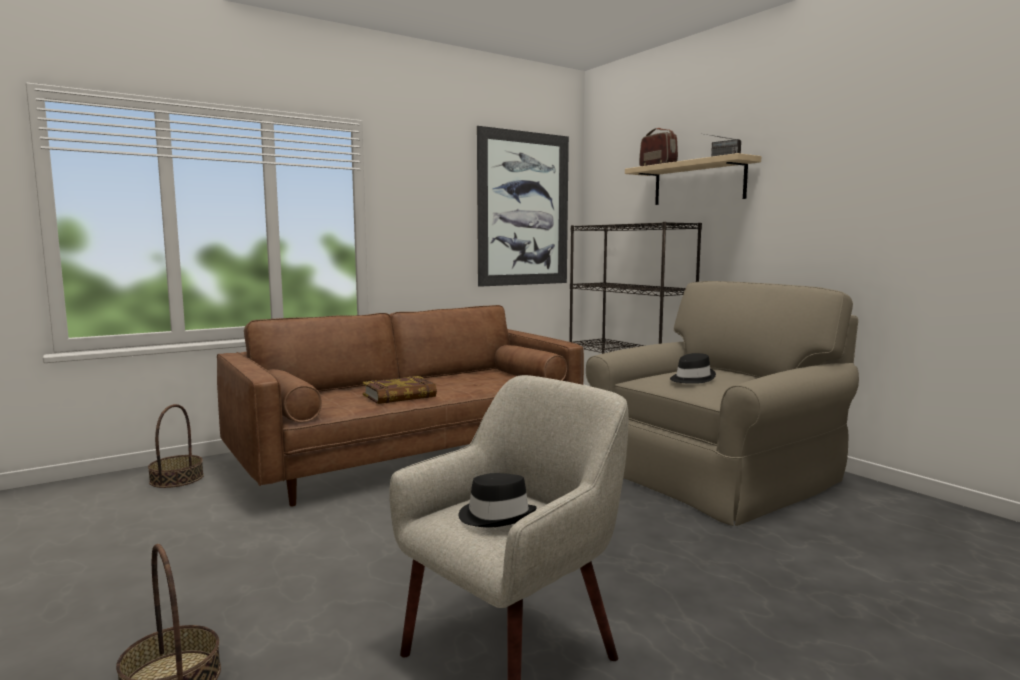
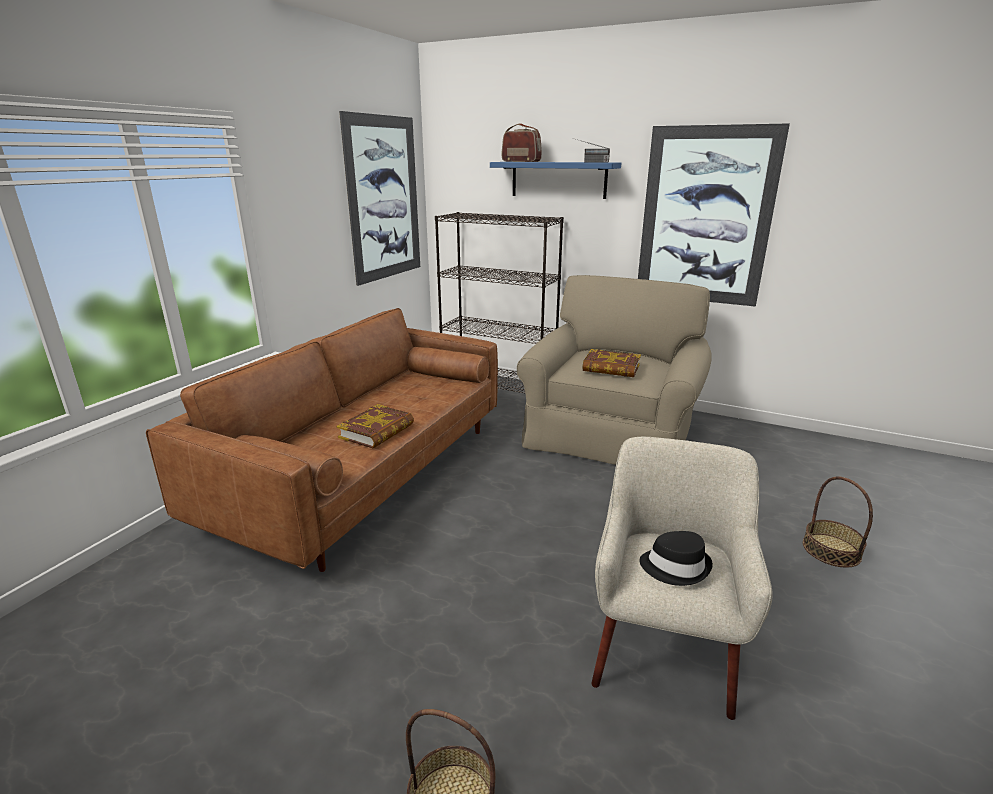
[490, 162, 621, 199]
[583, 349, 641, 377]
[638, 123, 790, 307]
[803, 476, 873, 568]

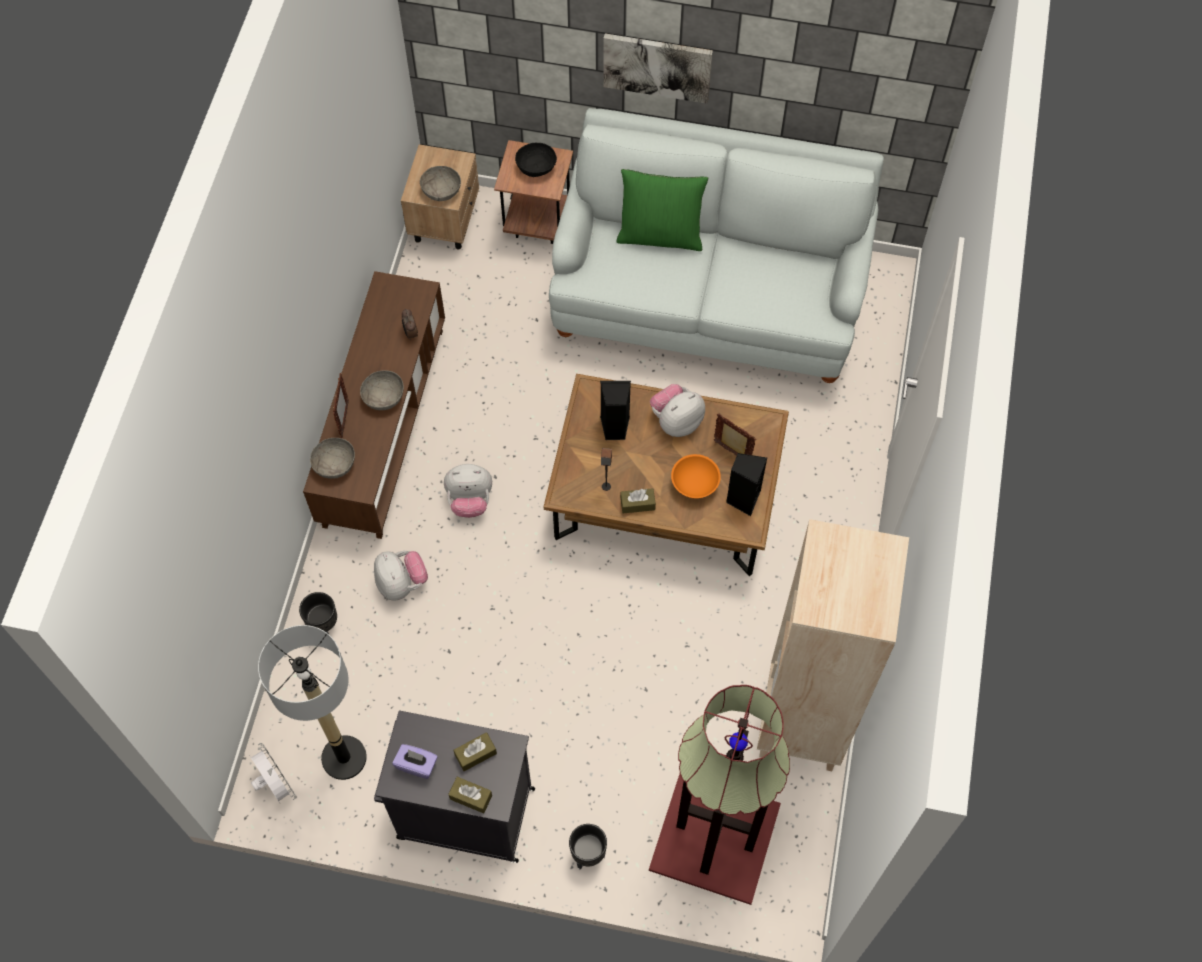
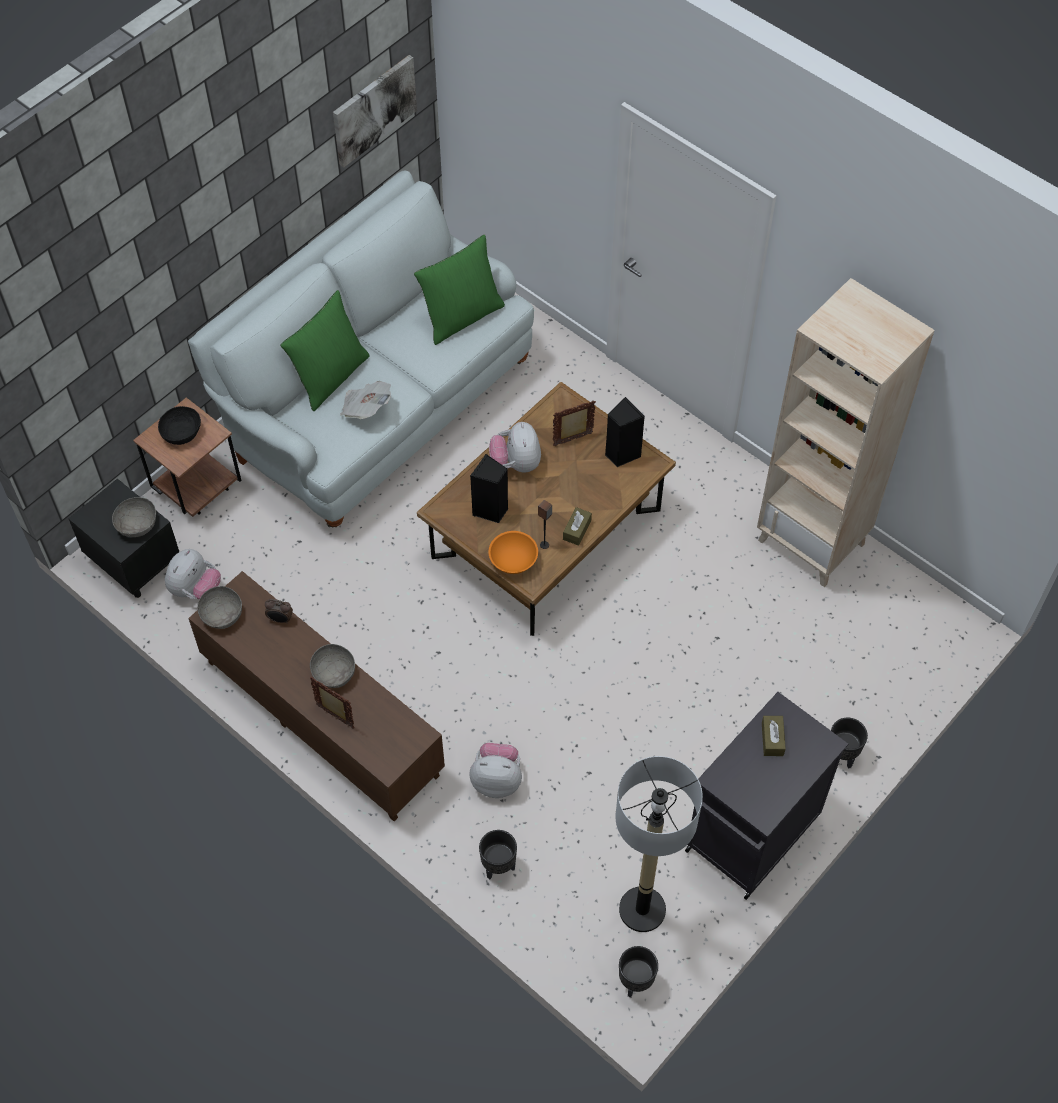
[68, 479, 179, 598]
[165, 549, 221, 599]
[197, 586, 242, 629]
[333, 55, 417, 168]
[340, 381, 391, 419]
[414, 234, 505, 345]
[489, 531, 538, 574]
[619, 946, 658, 998]
[392, 744, 438, 779] (first image)
[448, 777, 492, 813] (first image)
[649, 685, 790, 905] (first image)

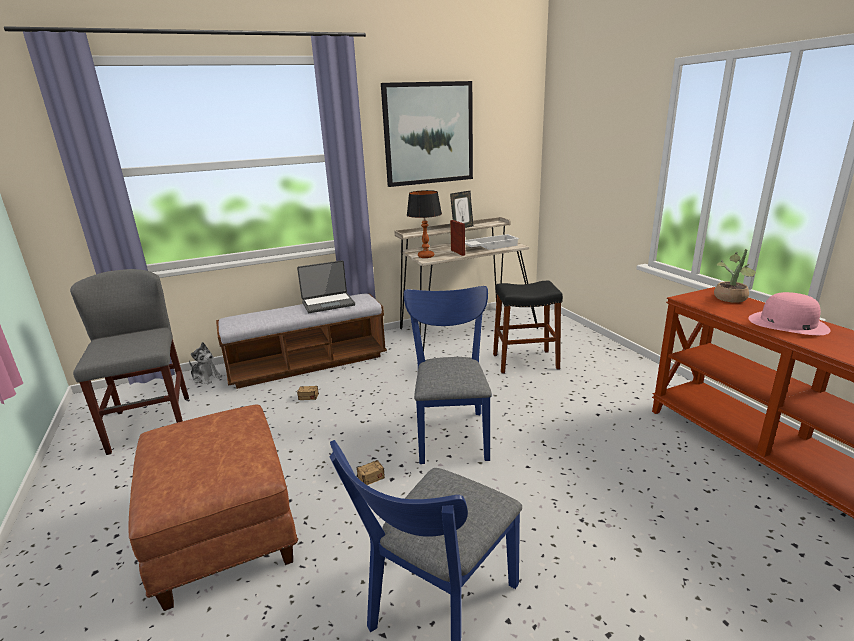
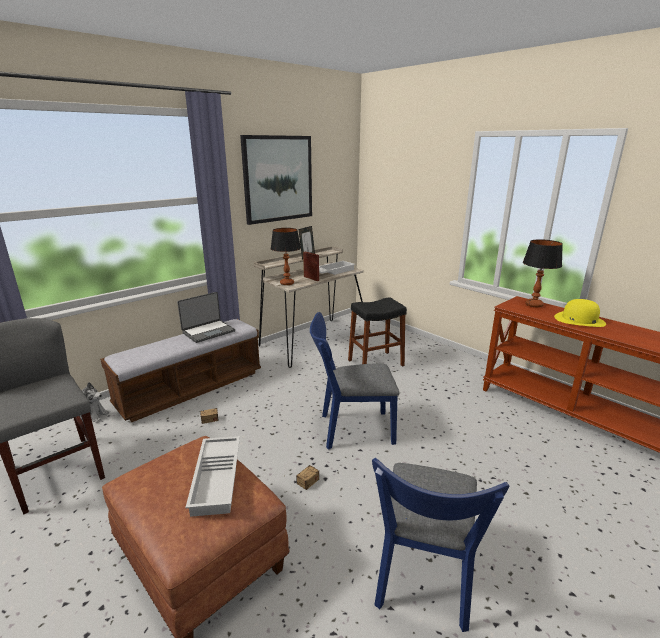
[185, 436, 240, 517]
[310, 312, 399, 450]
[523, 239, 563, 307]
[554, 299, 606, 327]

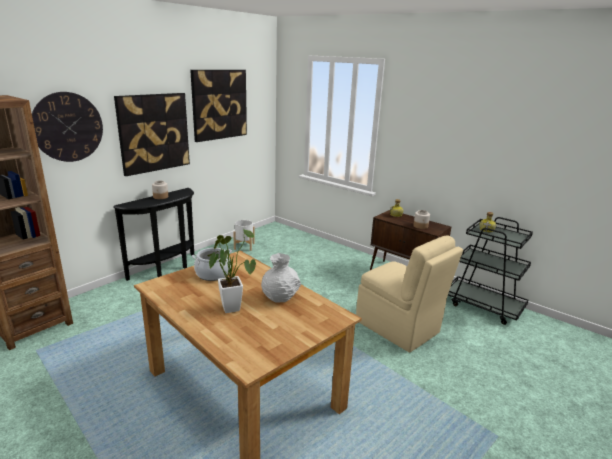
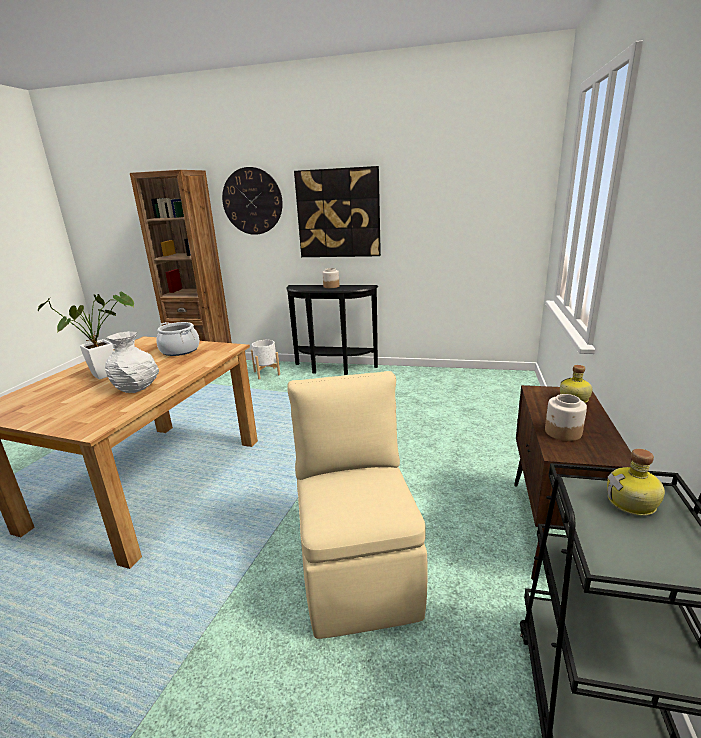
[251, 340, 280, 379]
[287, 371, 427, 639]
[190, 70, 247, 142] (first image)

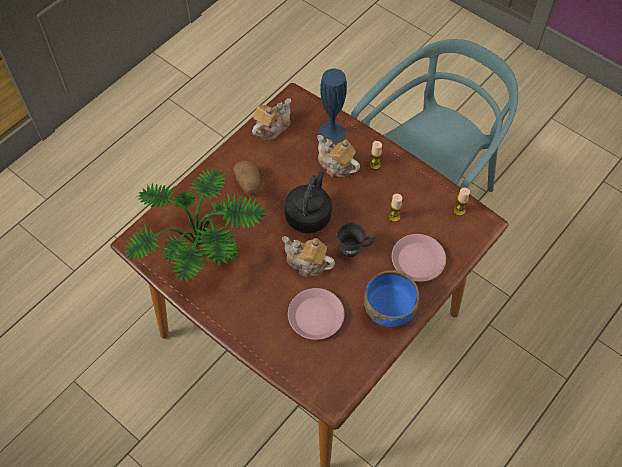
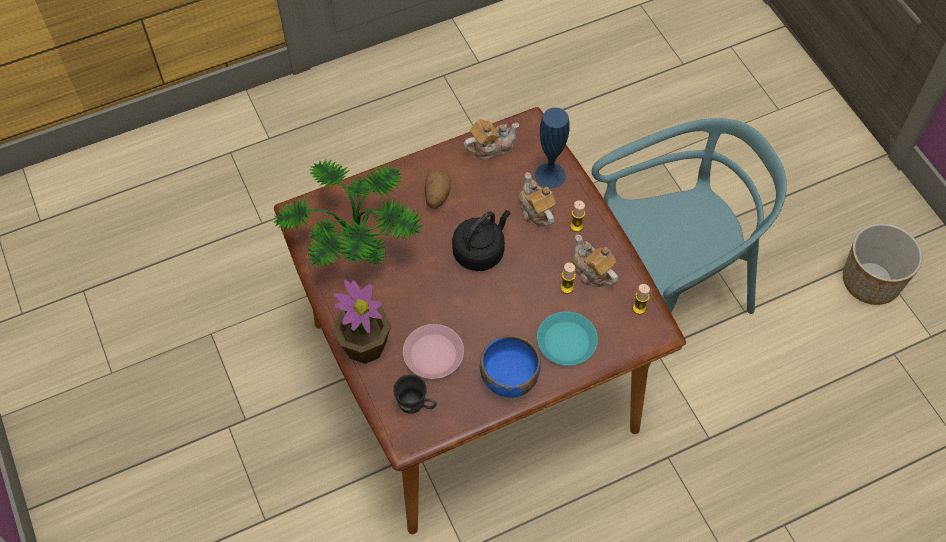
[332, 279, 391, 364]
[393, 375, 437, 414]
[537, 311, 598, 366]
[573, 235, 618, 287]
[843, 223, 923, 305]

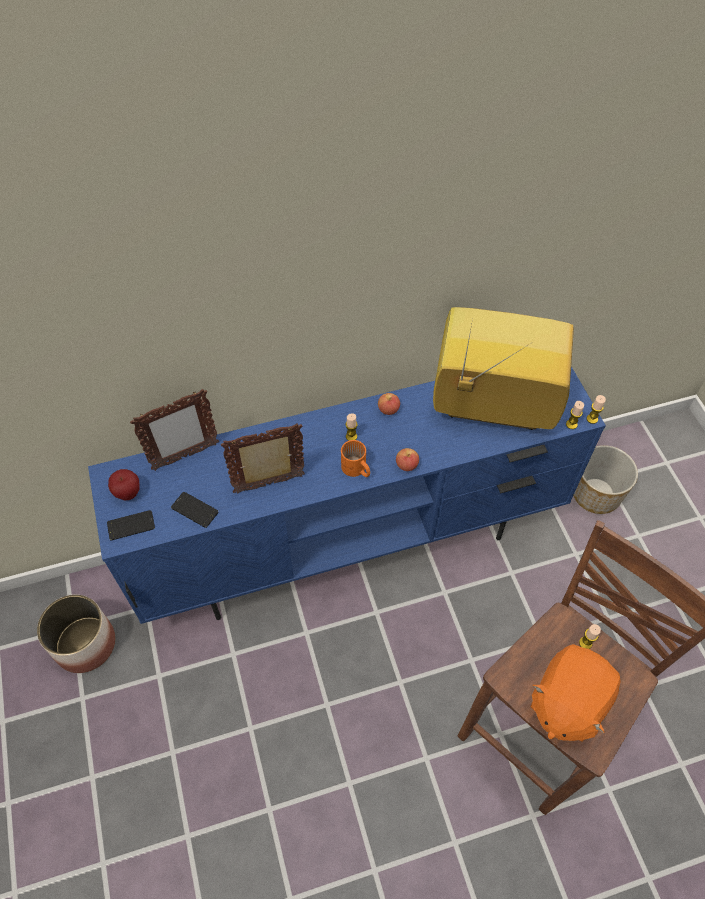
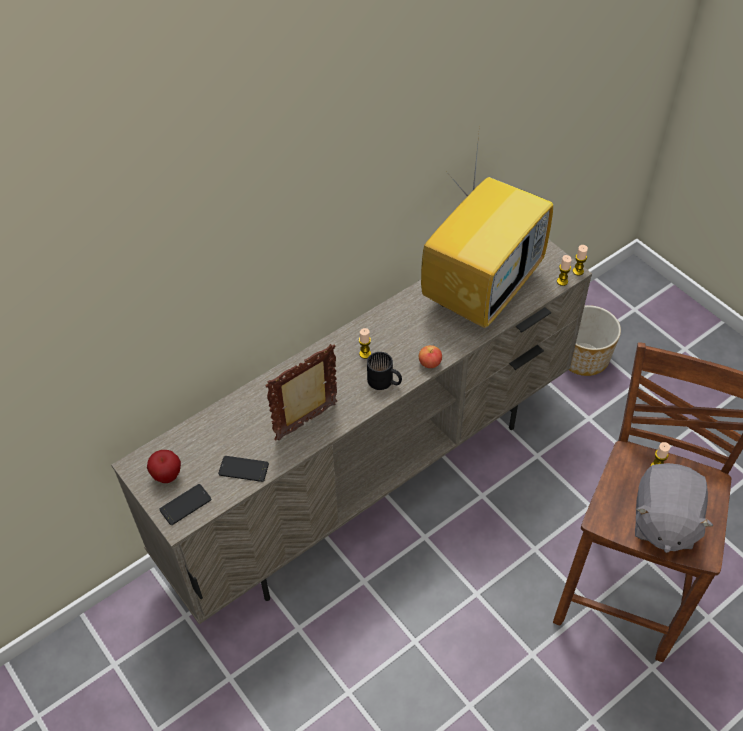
[111, 239, 592, 624]
[367, 352, 402, 390]
[421, 134, 553, 328]
[635, 463, 713, 553]
[37, 595, 115, 673] (first image)
[130, 389, 219, 471] (first image)
[378, 393, 400, 415] (first image)

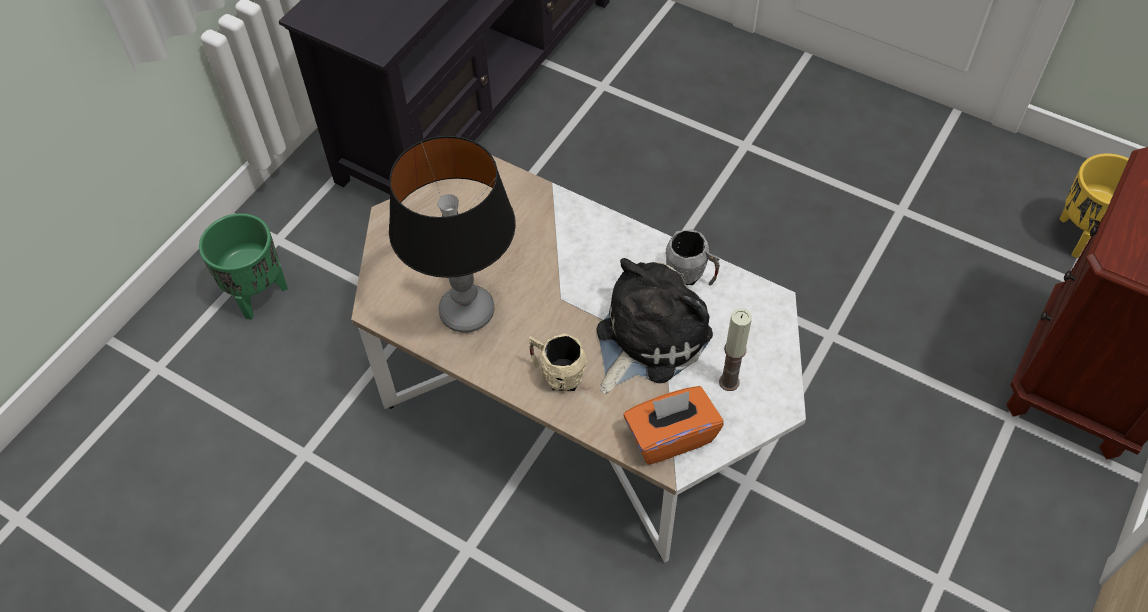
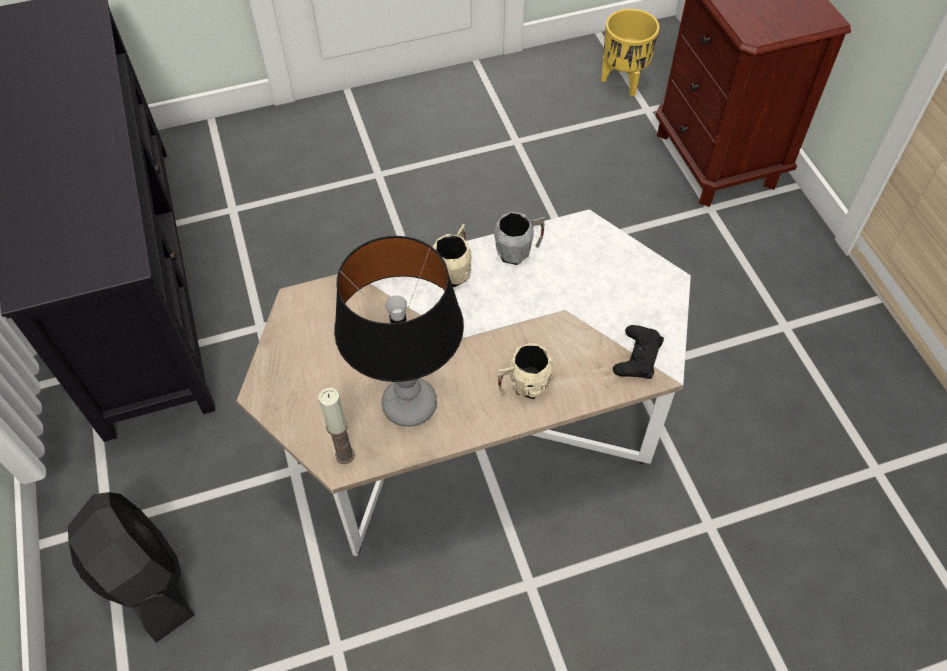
[68, 492, 195, 643]
[318, 388, 355, 464]
[433, 224, 472, 287]
[613, 325, 664, 379]
[596, 258, 713, 394] (first image)

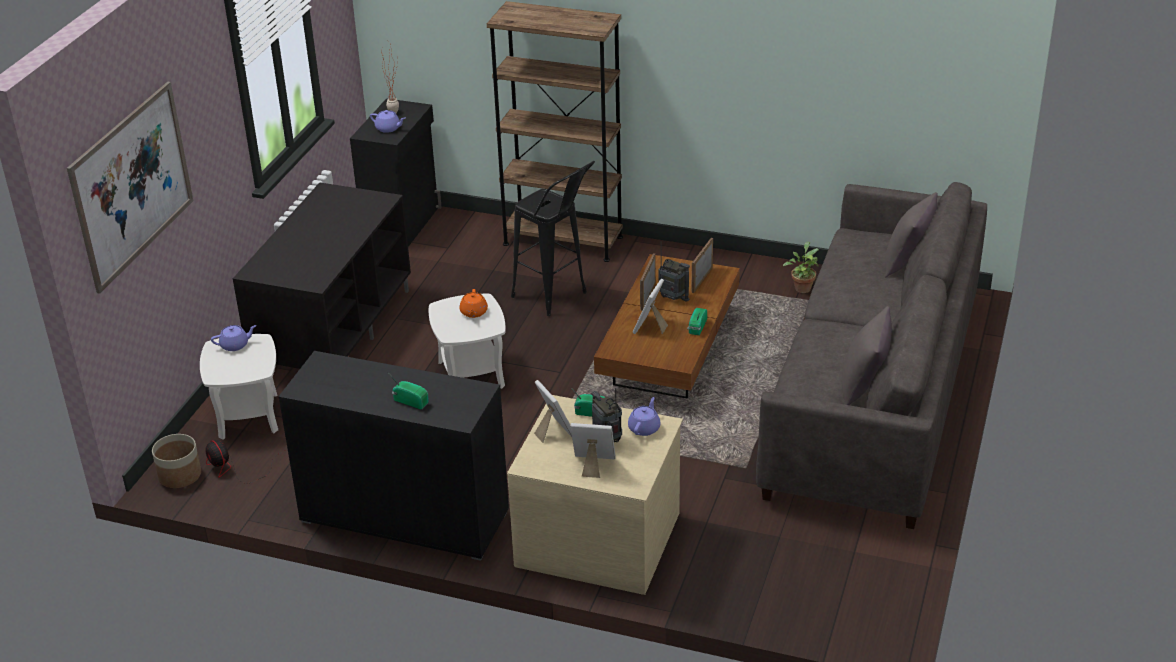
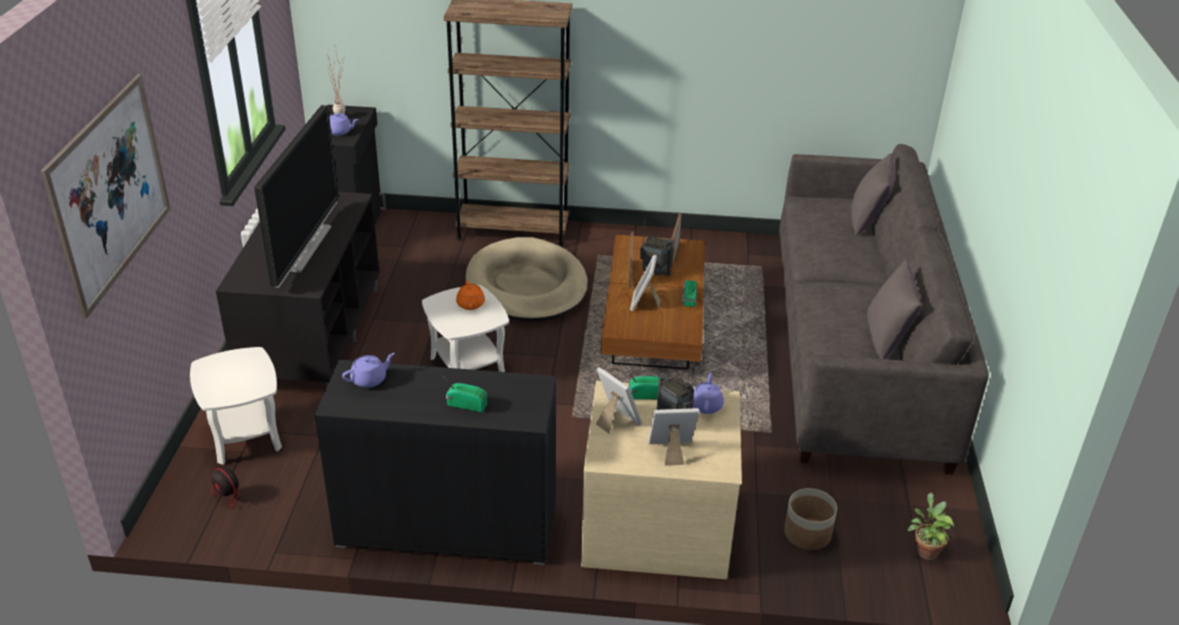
[254, 105, 339, 288]
[342, 353, 395, 388]
[466, 237, 588, 322]
[784, 488, 837, 550]
[908, 492, 954, 560]

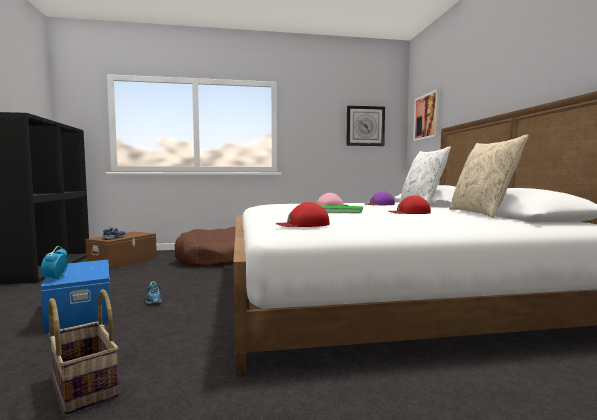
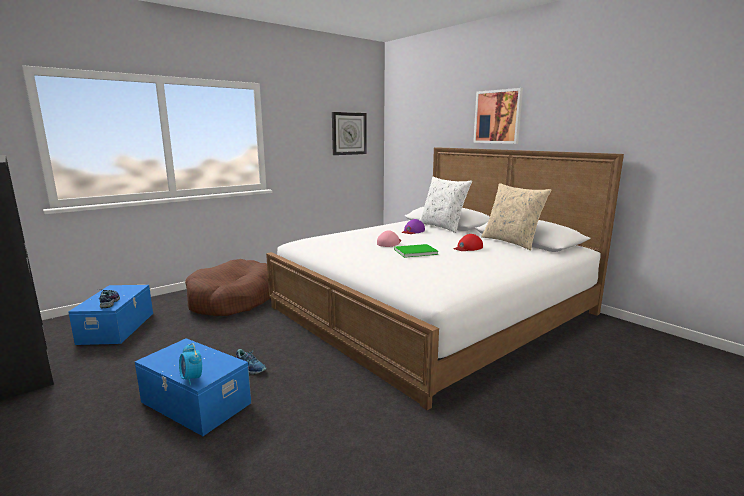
[68, 285, 153, 345]
[473, 88, 523, 144]
[48, 289, 119, 415] (first image)
[275, 202, 330, 227] (first image)

